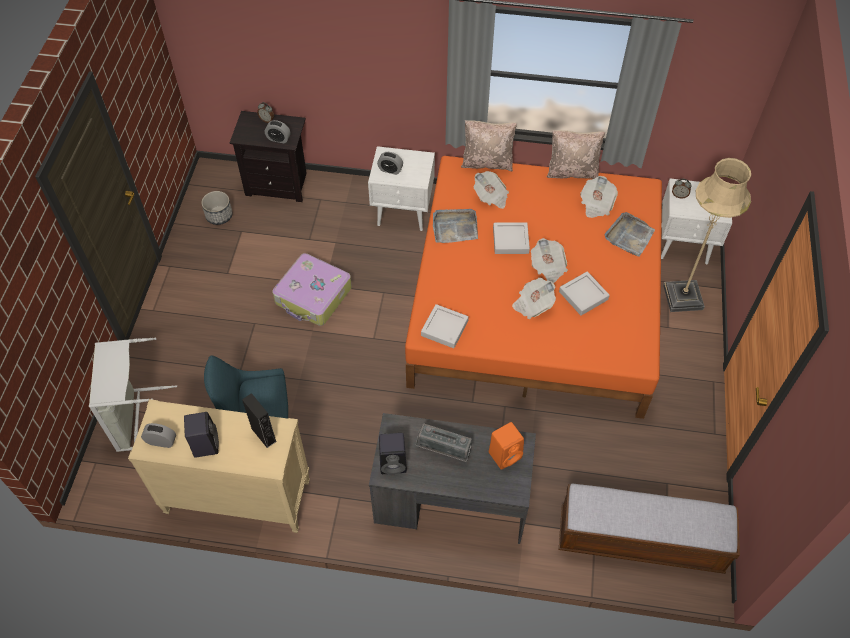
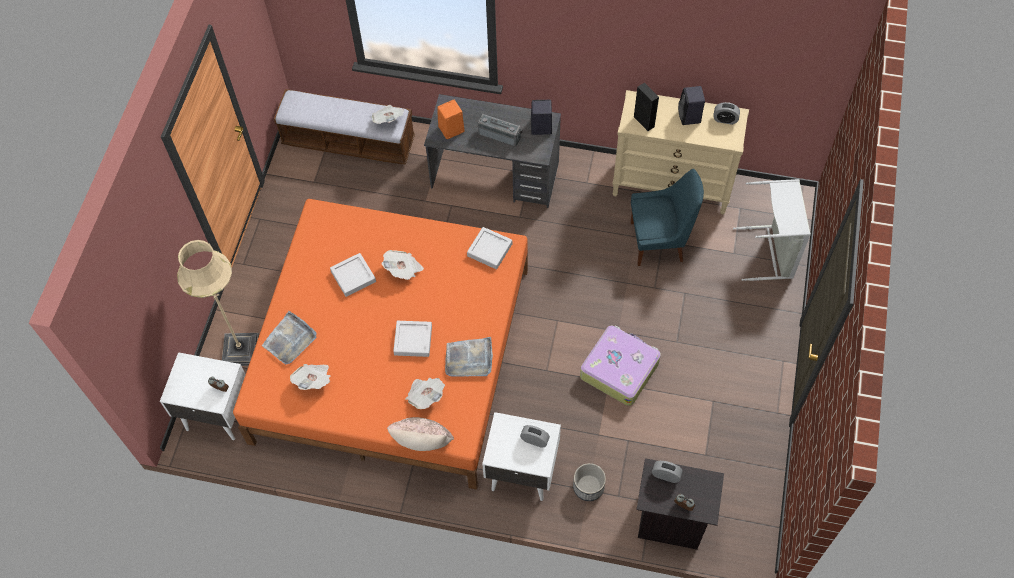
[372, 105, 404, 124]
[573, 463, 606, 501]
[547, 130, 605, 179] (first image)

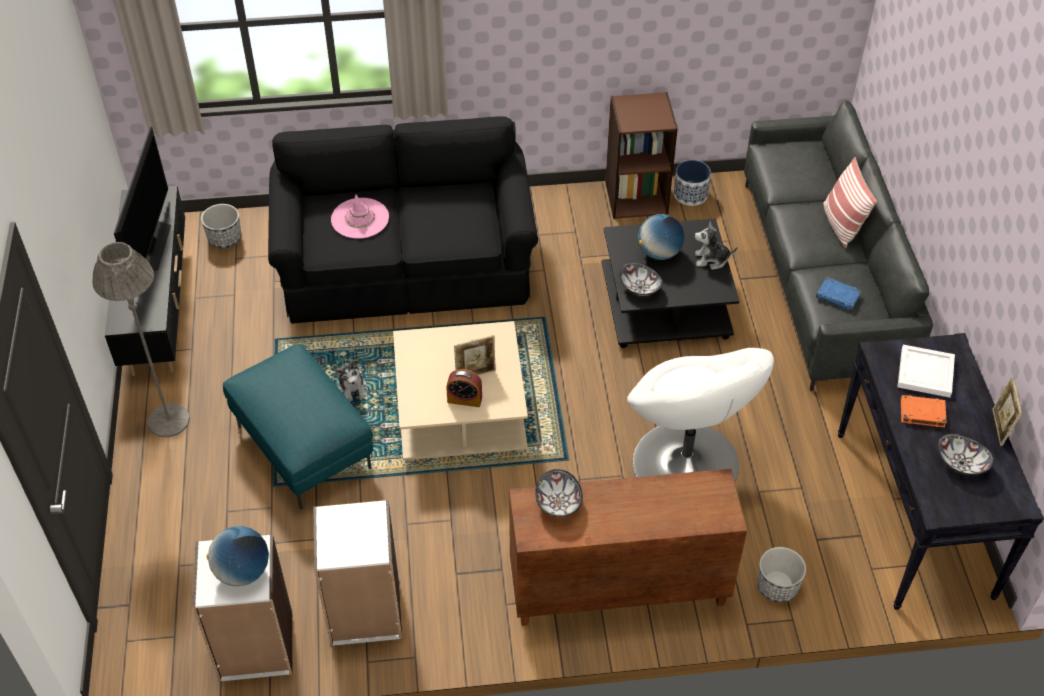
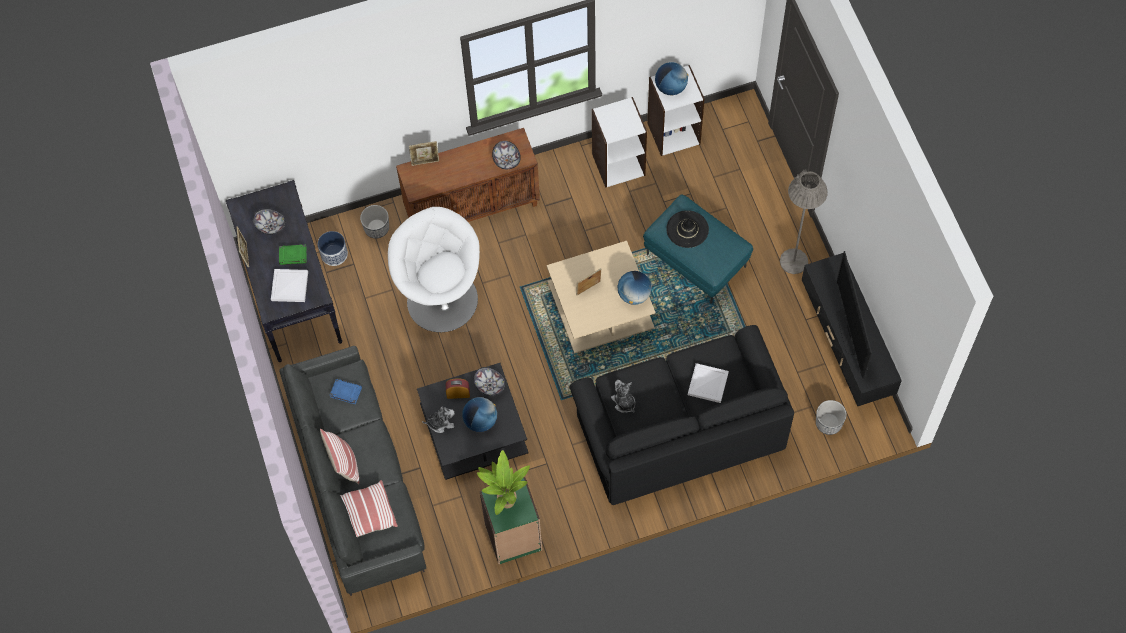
[279, 244, 307, 265]
[318, 231, 348, 266]
[340, 480, 398, 537]
[409, 141, 439, 166]
[446, 378, 470, 399]
[477, 450, 530, 515]
[480, 477, 543, 564]
[611, 380, 635, 413]
[617, 271, 651, 305]
[666, 210, 709, 248]
[688, 363, 729, 403]

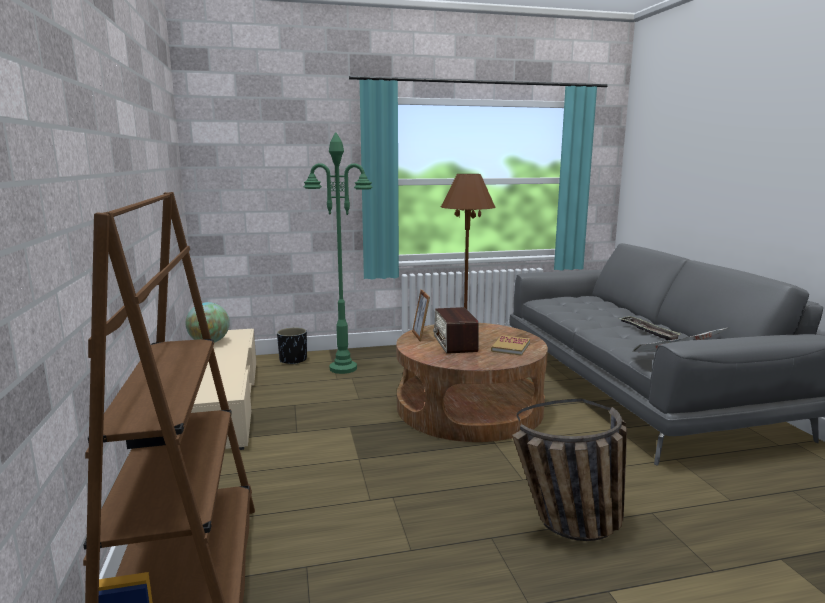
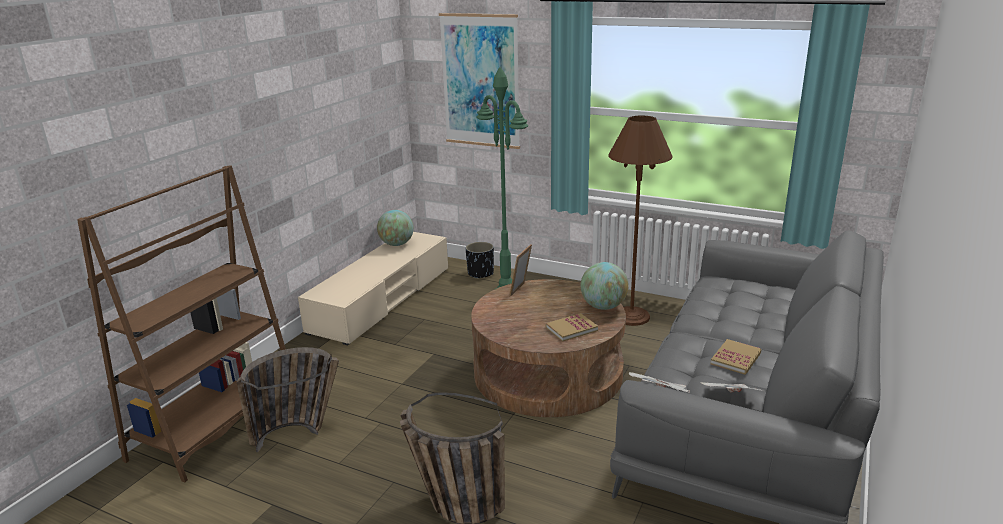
[237, 347, 339, 452]
[439, 13, 520, 149]
[581, 262, 629, 310]
[711, 339, 761, 375]
[433, 307, 479, 354] (first image)

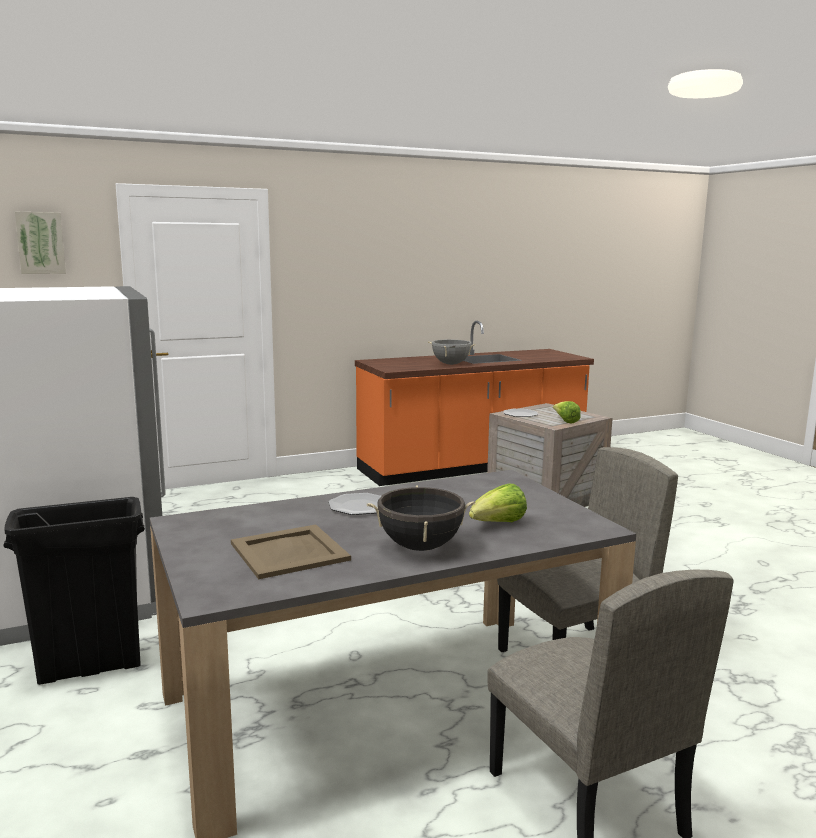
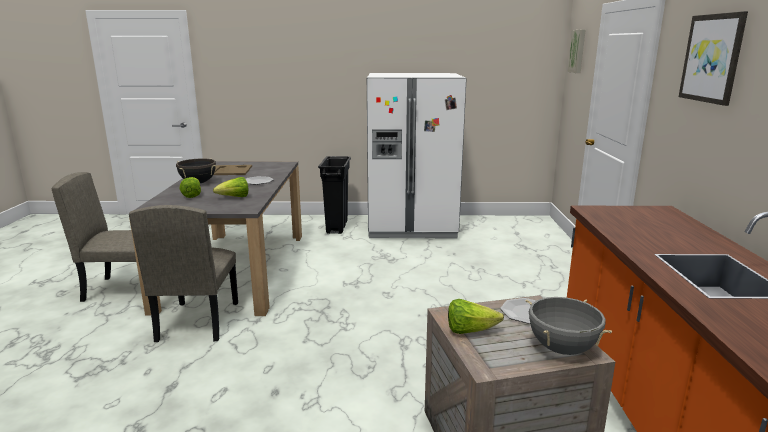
[213, 177, 248, 197]
[526, 297, 612, 355]
[679, 11, 748, 106]

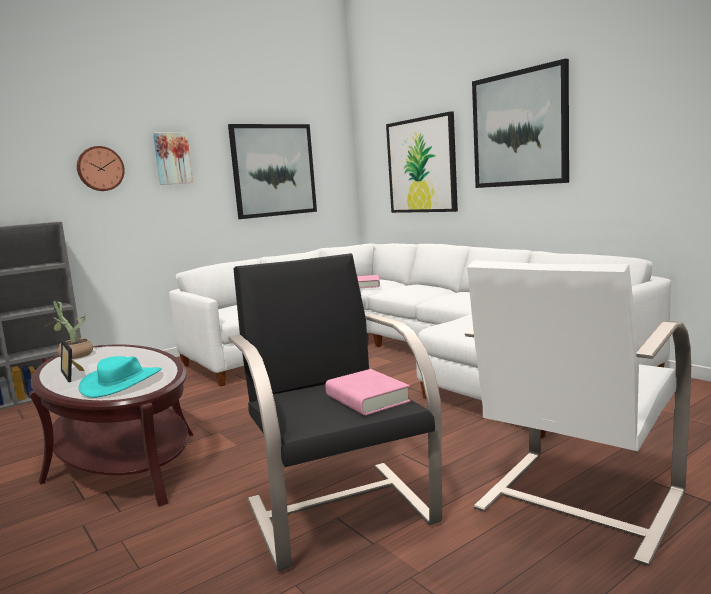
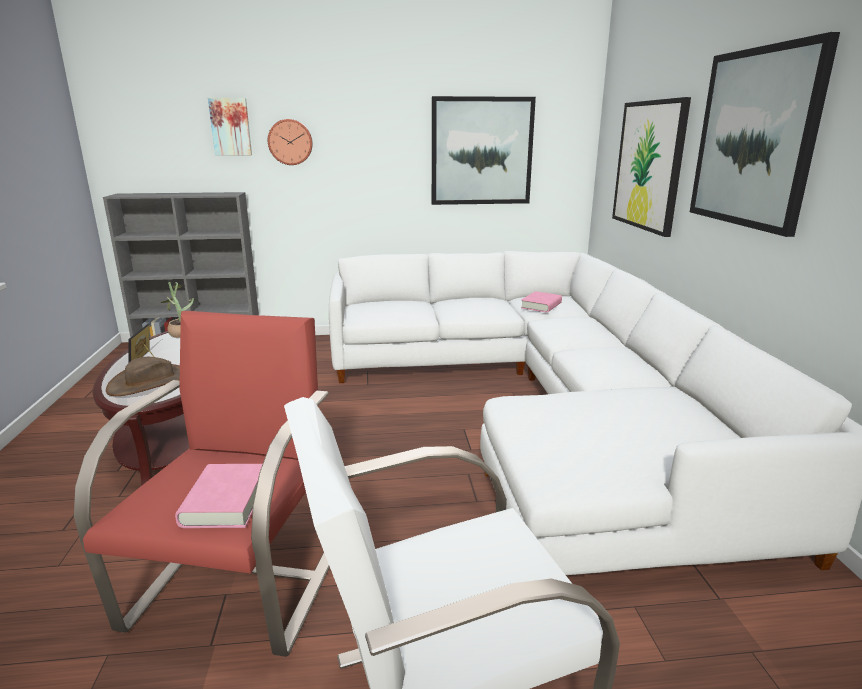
[74, 311, 330, 657]
[106, 357, 180, 396]
[208, 98, 252, 156]

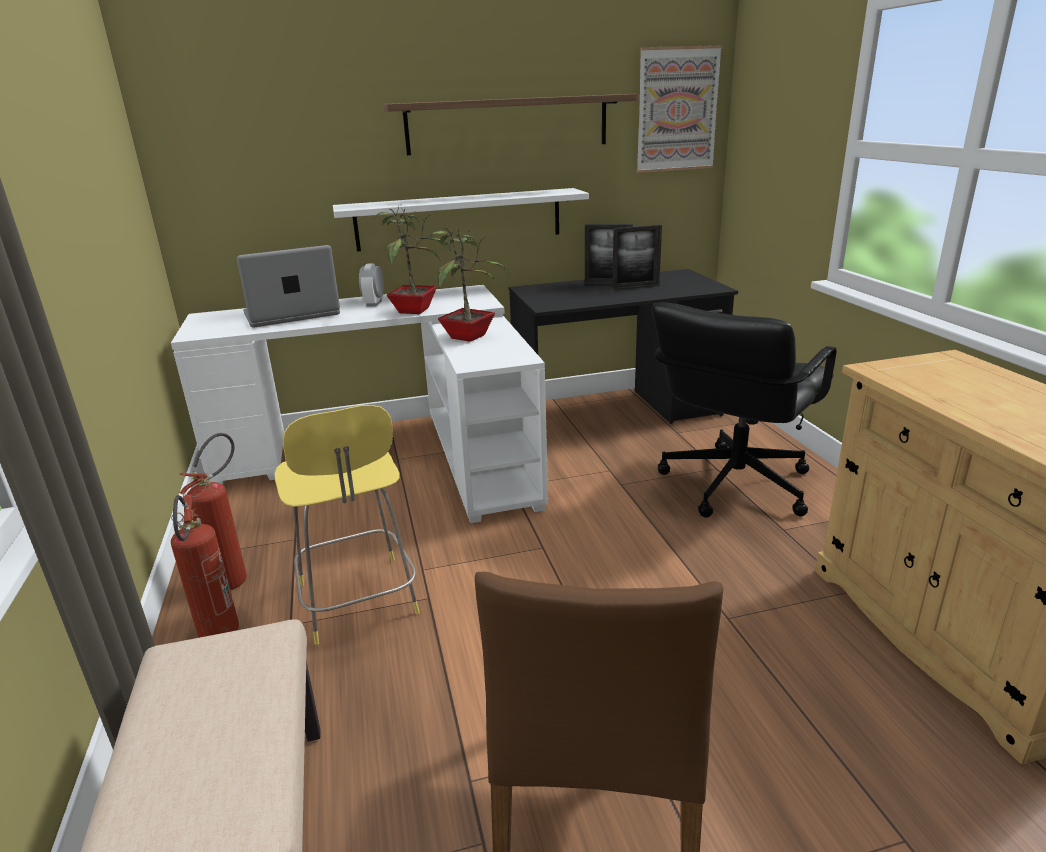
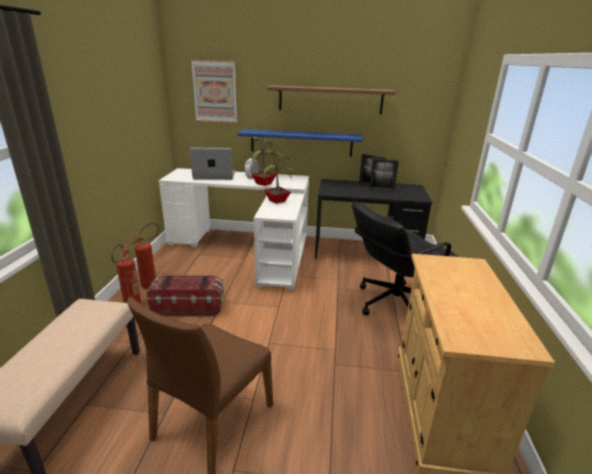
[147, 275, 224, 316]
[191, 60, 237, 123]
[237, 129, 363, 157]

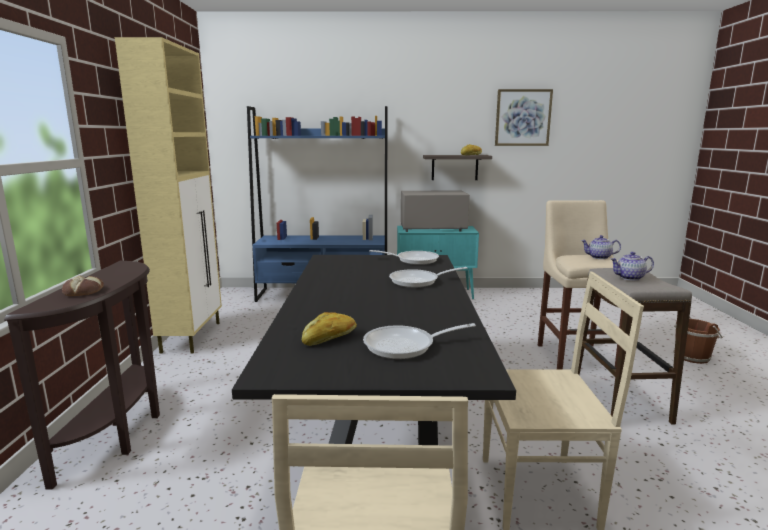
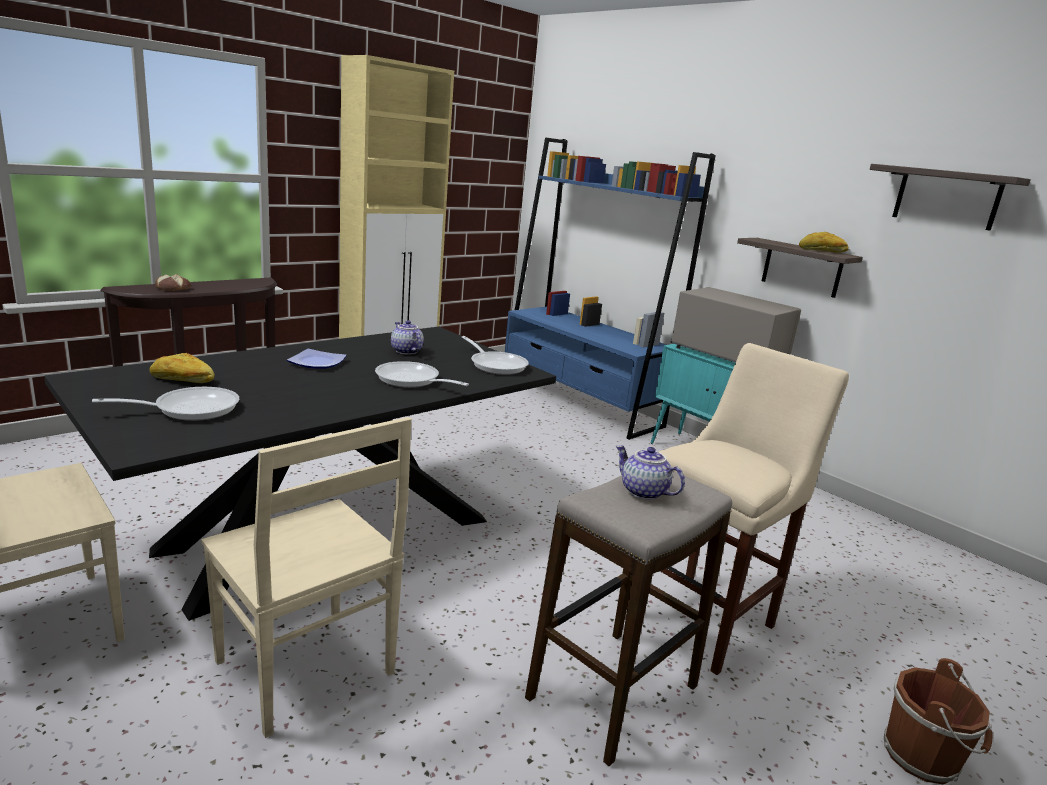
[92, 387, 239, 421]
[287, 349, 347, 369]
[391, 320, 424, 355]
[870, 164, 1031, 231]

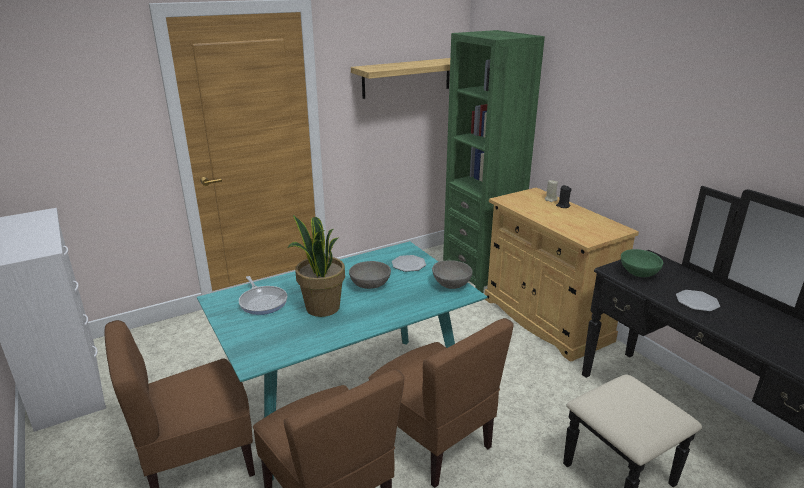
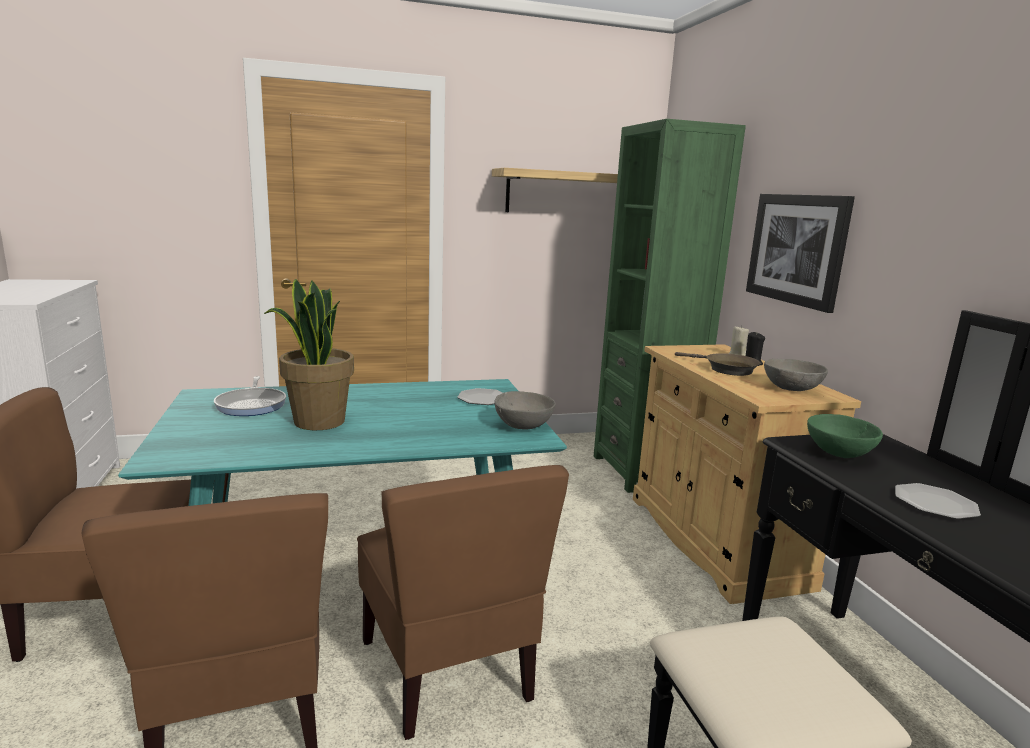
[675, 352, 760, 376]
[746, 194, 855, 313]
[764, 359, 828, 391]

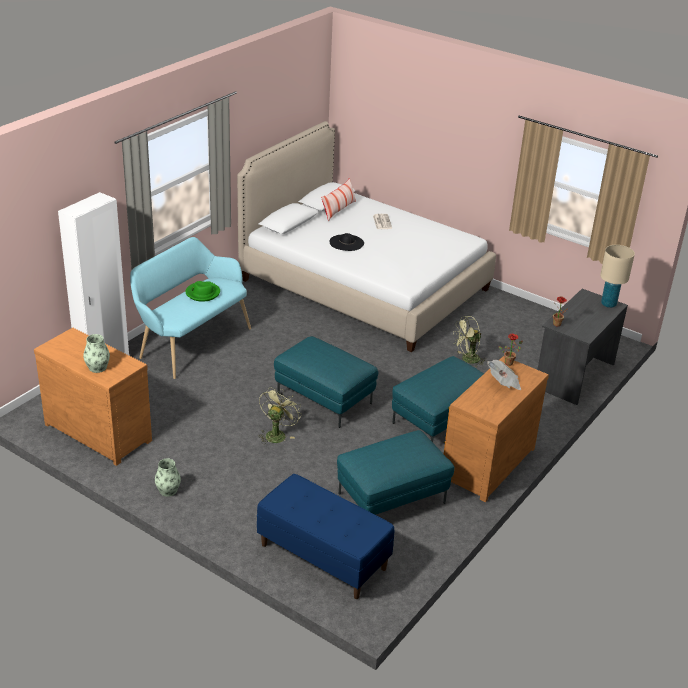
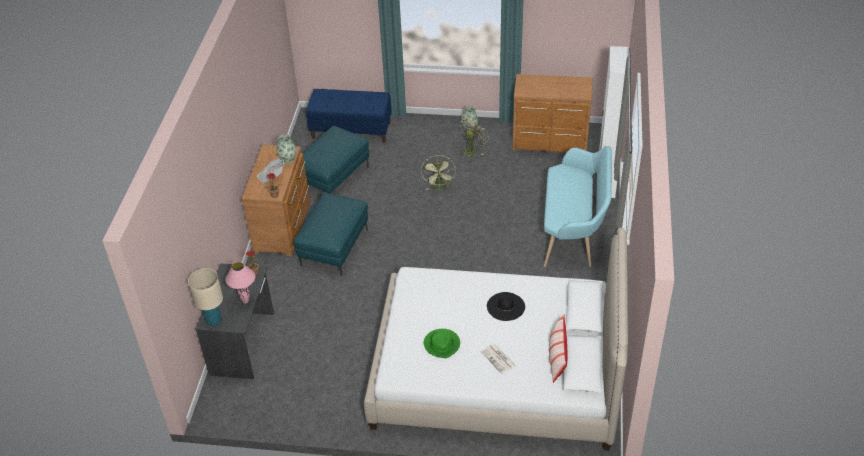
[225, 262, 255, 304]
[276, 134, 296, 163]
[424, 329, 460, 358]
[459, 116, 488, 157]
[274, 336, 378, 428] (first image)

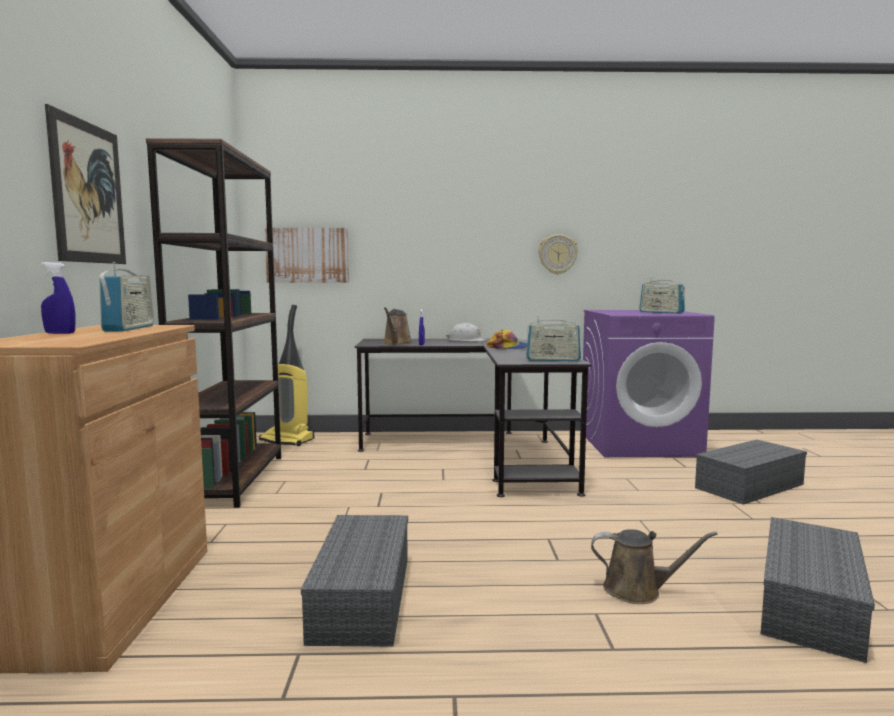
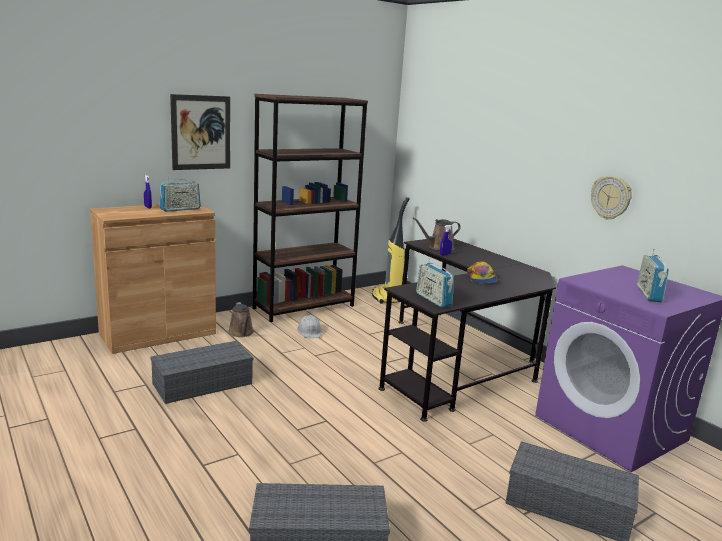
[228, 302, 254, 337]
[297, 315, 322, 338]
[265, 228, 349, 283] (first image)

